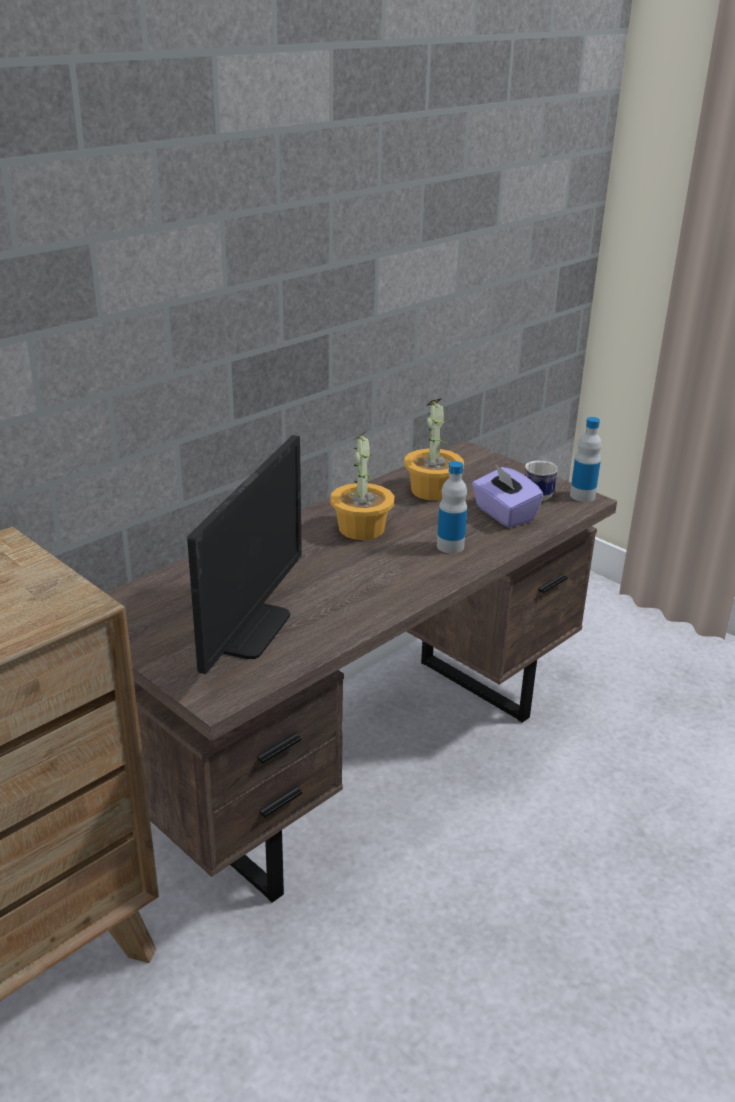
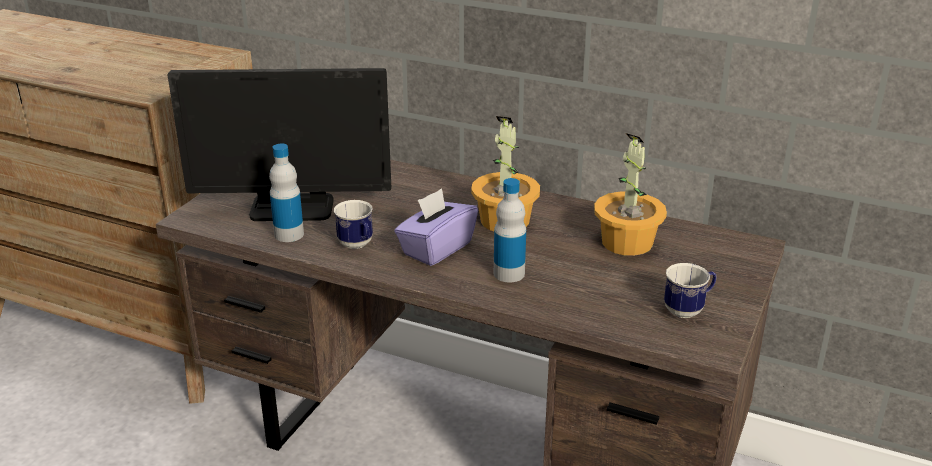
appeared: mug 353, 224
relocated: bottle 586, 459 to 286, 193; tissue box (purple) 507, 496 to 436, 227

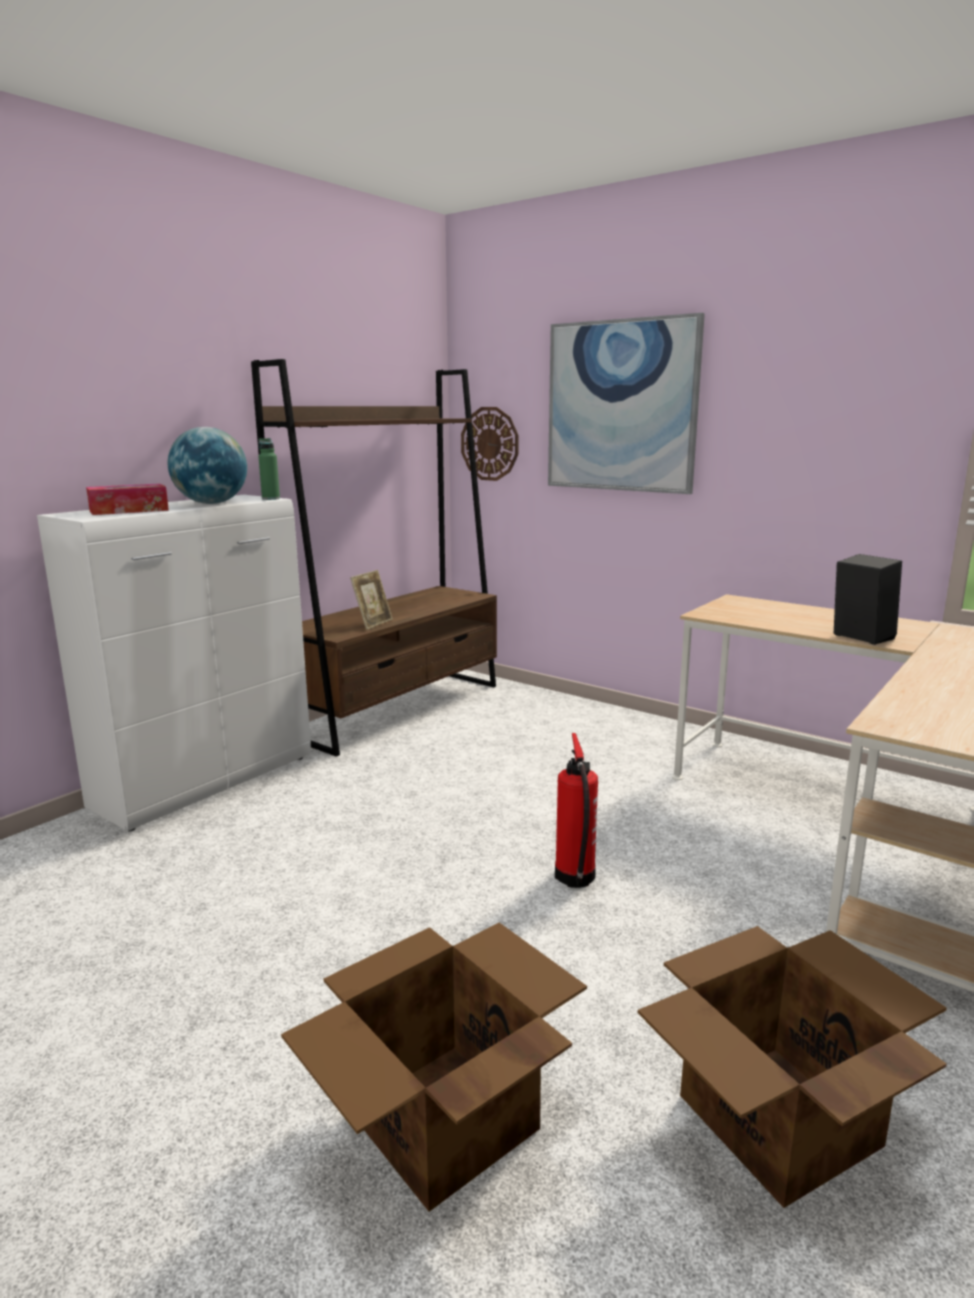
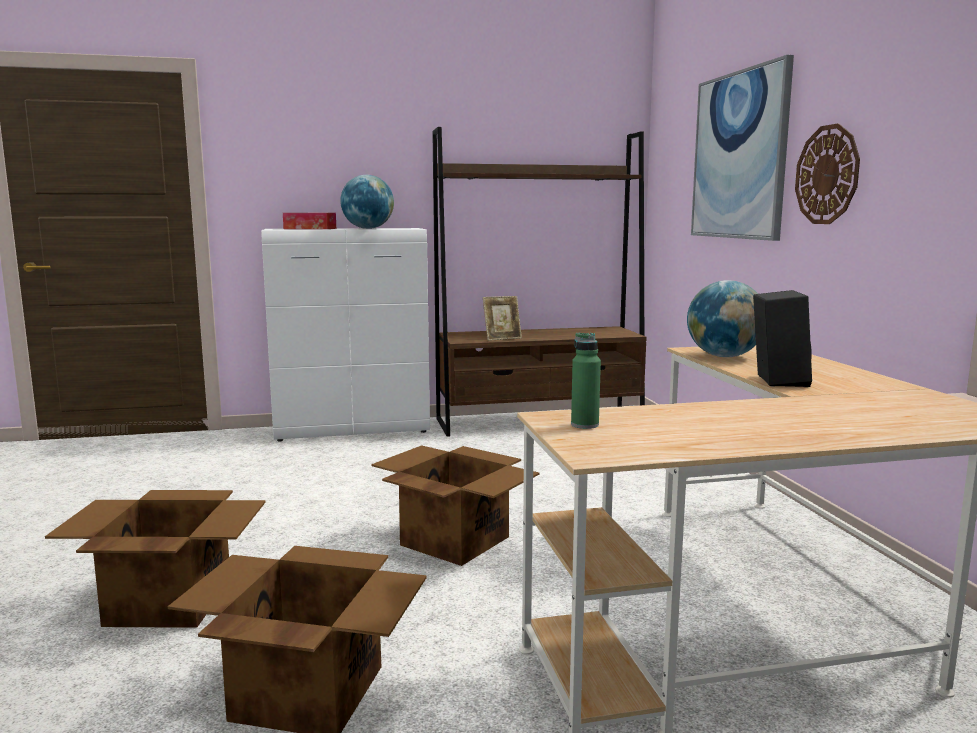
appeared: globe 722, 318
relocated: bottle (green) 269, 469 to 586, 381; wall clock 489, 444 to 827, 174
exchanged: fire extinguisher 576, 810 to cardboard box 455, 505

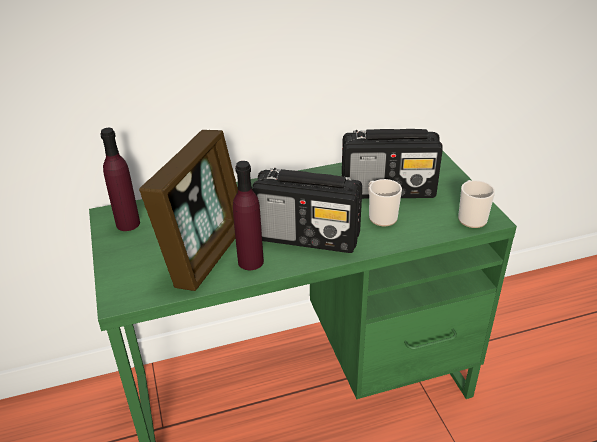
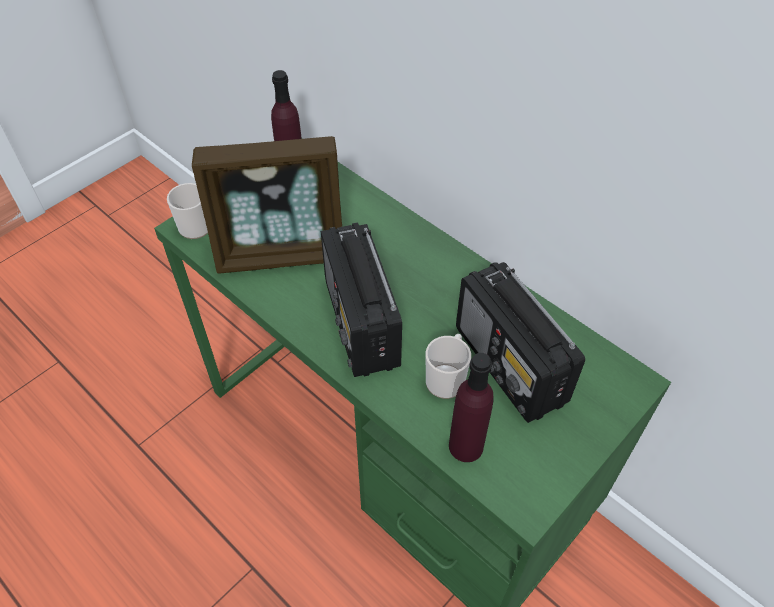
relocated: mug 476, 204 to 187, 211; bottle (purple) 248, 215 to 471, 407

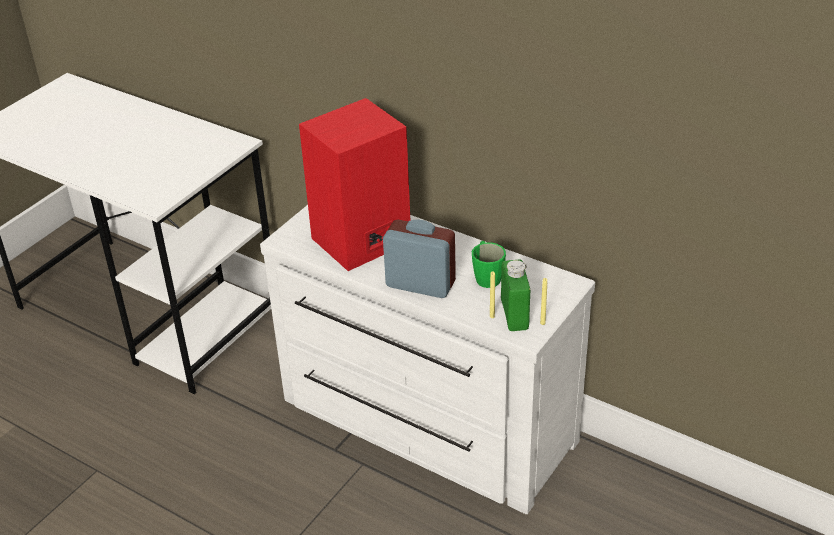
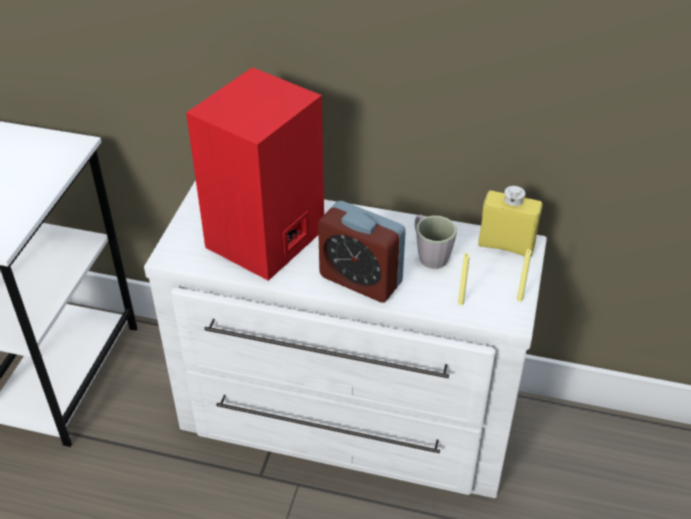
missing: bottle (green) 515, 295
appeared: bottle (yellow) 510, 221
colour: mug (green) 489, 264 to mug (grey) 436, 242
spun: alarm clock 419, 259 = 362, 251 150 degrees counterclockwise

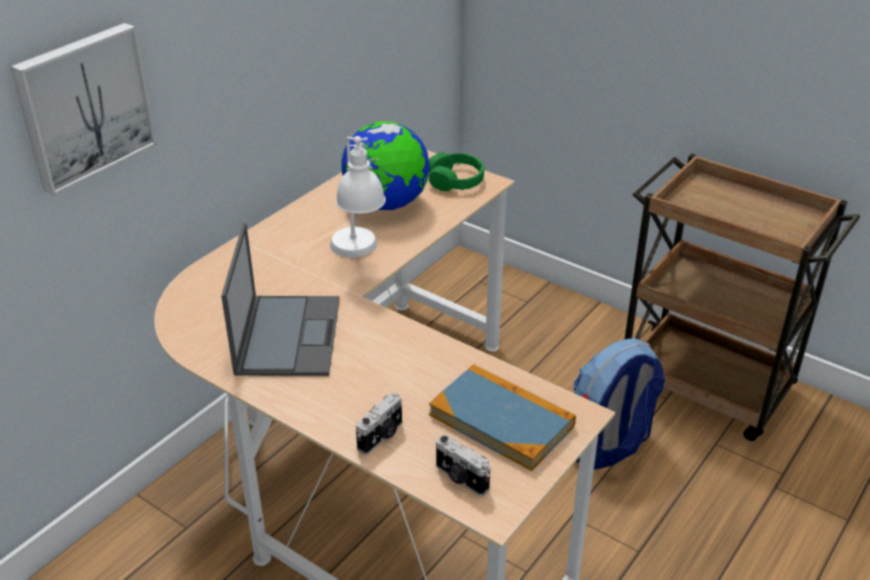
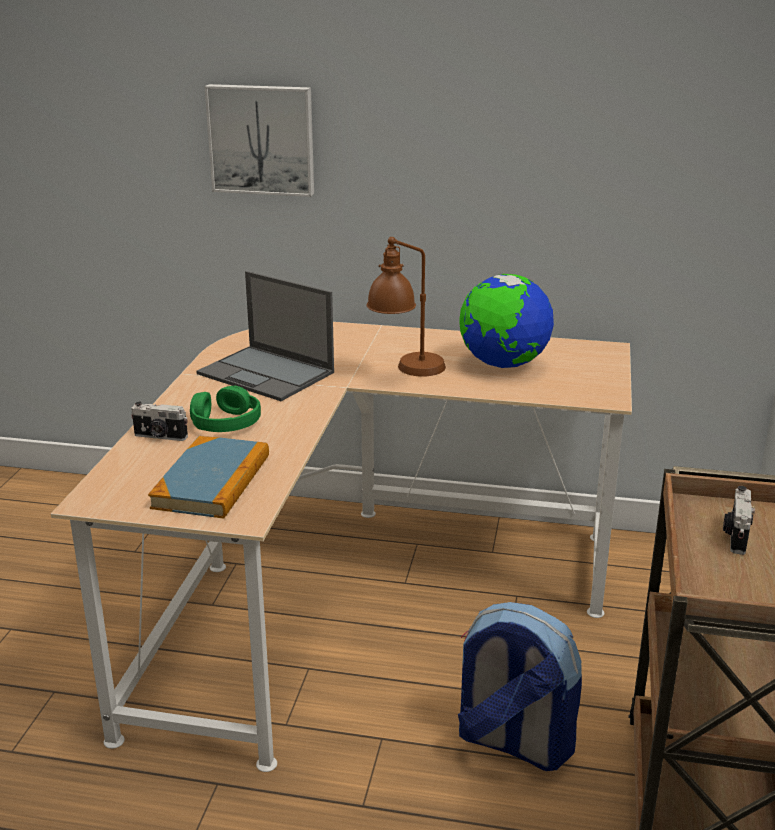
relocated: headphones (green) 456, 171 to 225, 409; photo camera 463, 465 to 739, 520
colour: table lamp (white) 358, 197 to table lamp (brown) 406, 307
spun: laptop 280, 299 = 265, 336 60 degrees clockwise

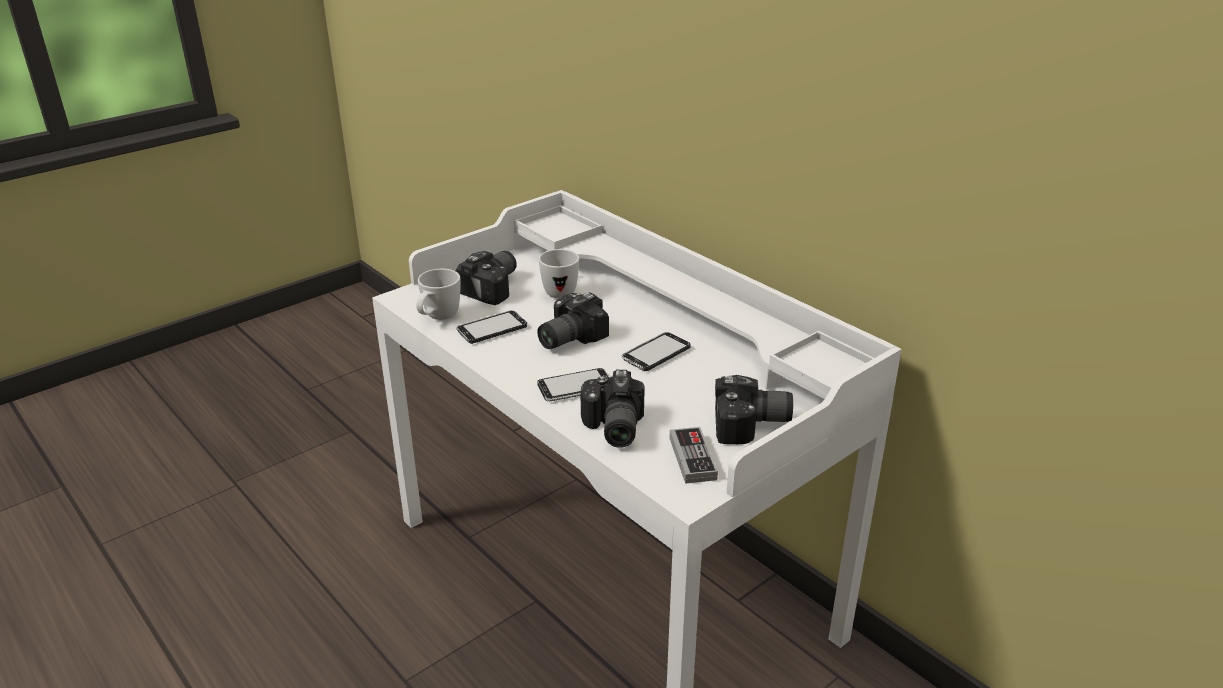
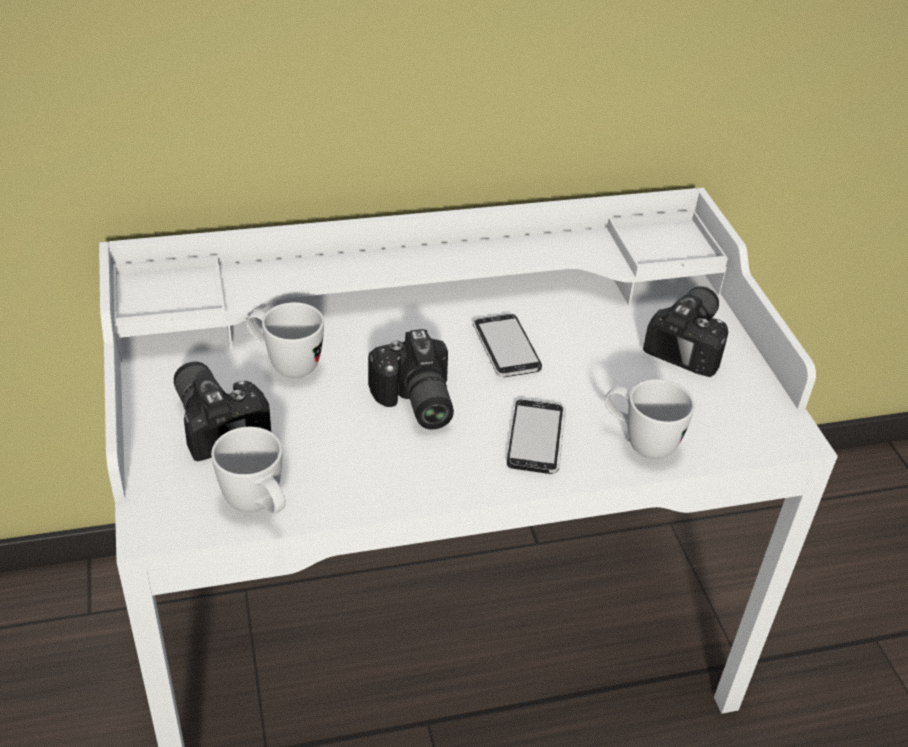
missing: phone 491, 327; game controller 694, 455
exchanged: photo camera 612, 409 to mug (white) 650, 419

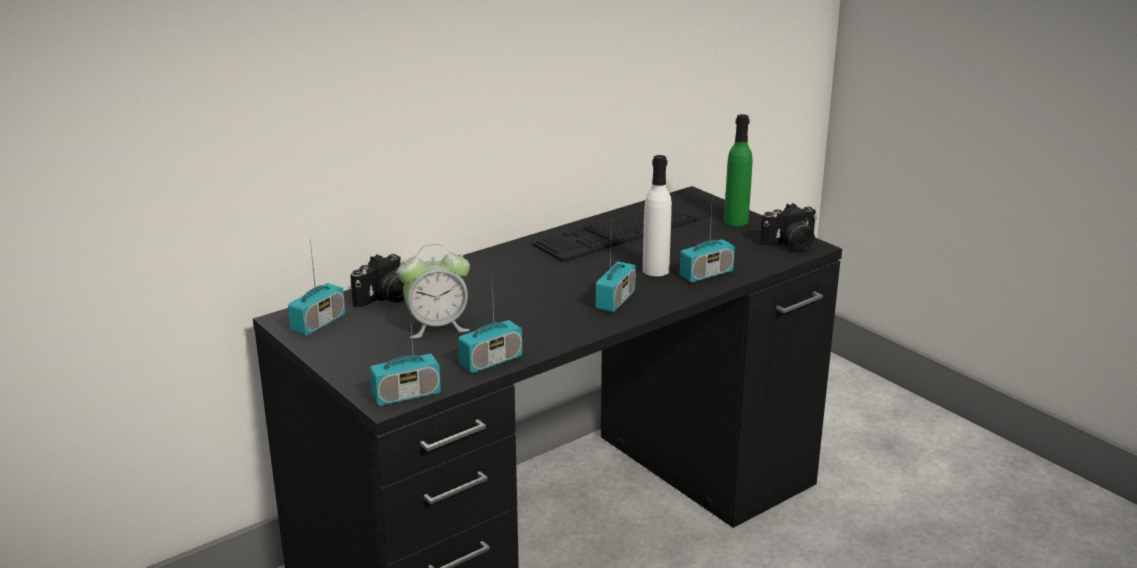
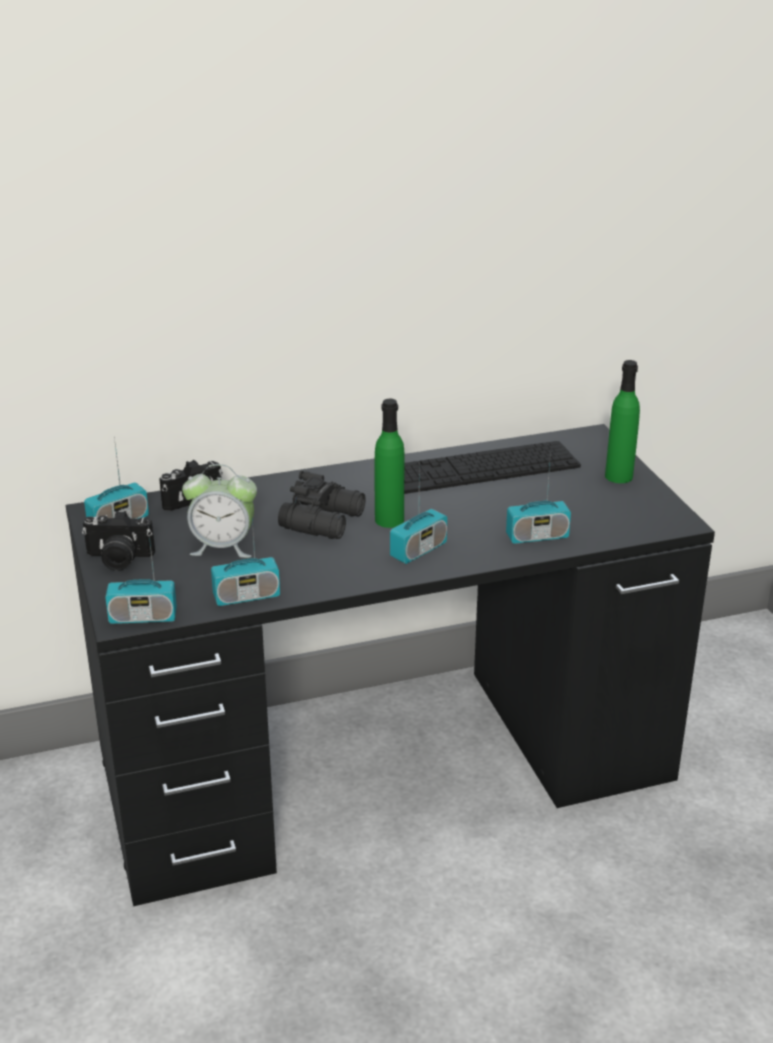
missing: bottle (white) 657, 215
appeared: binoculars (black) 322, 505; bottle (green) 389, 463
relocated: photo camera 788, 227 to 118, 541

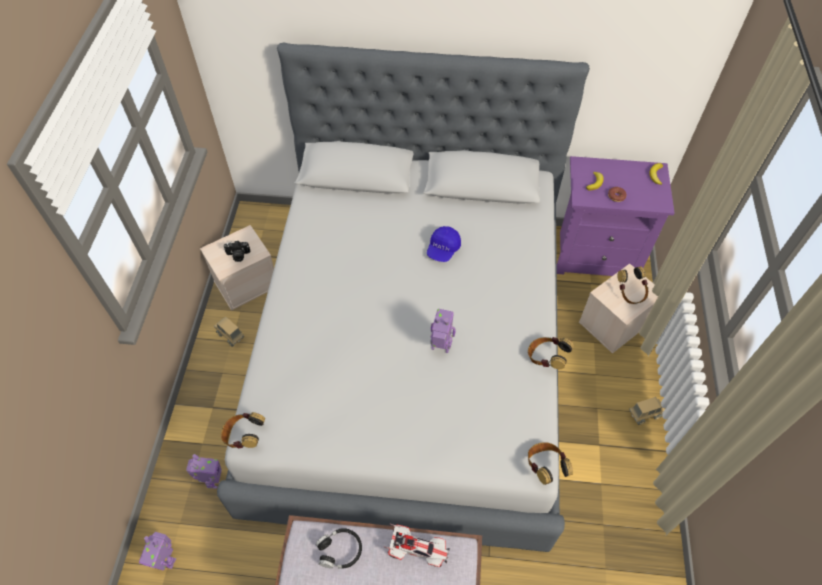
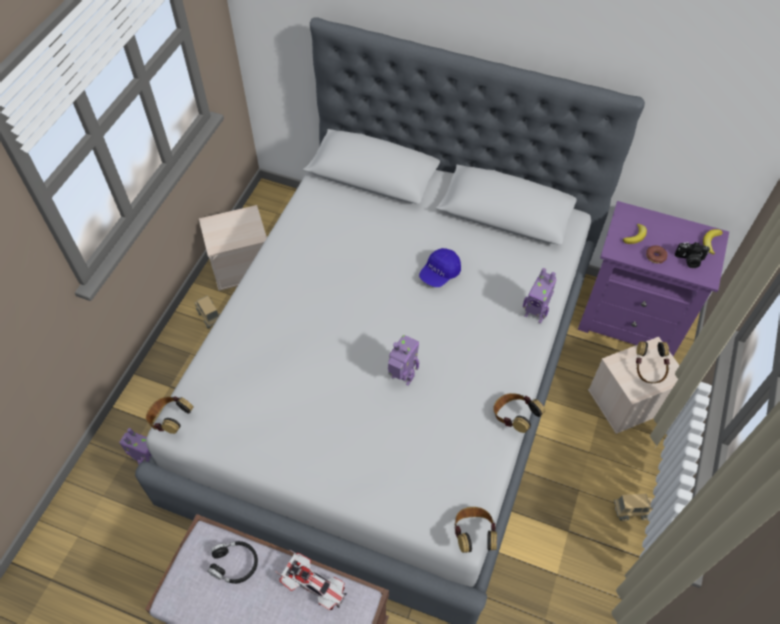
relocated: toy robot 157, 551 to 539, 296; photo camera 237, 251 to 692, 255

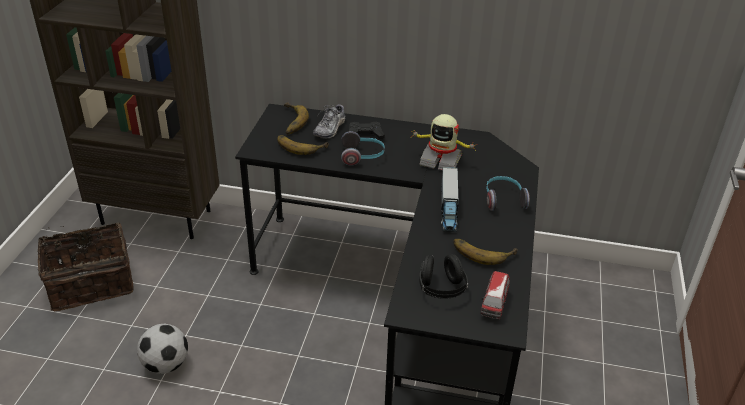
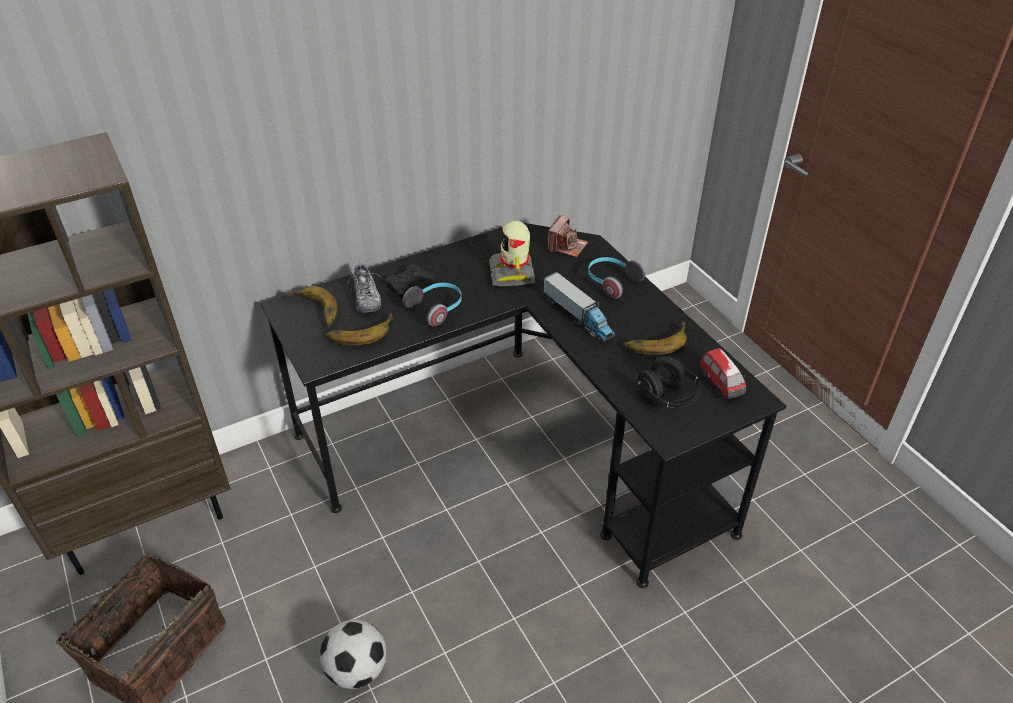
appeared: photo camera 567, 236
spun: toy robot 443, 142 = 512, 253 105 degrees clockwise

